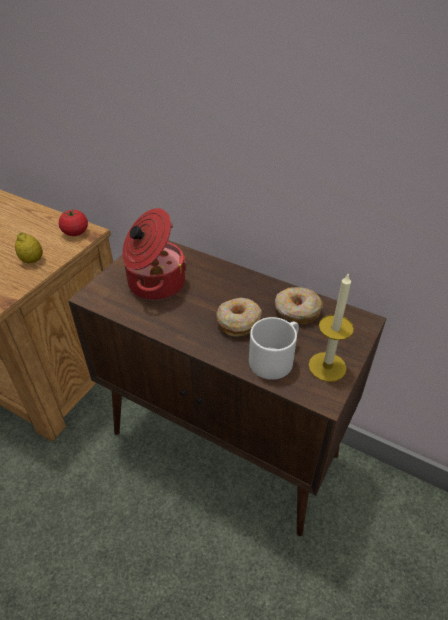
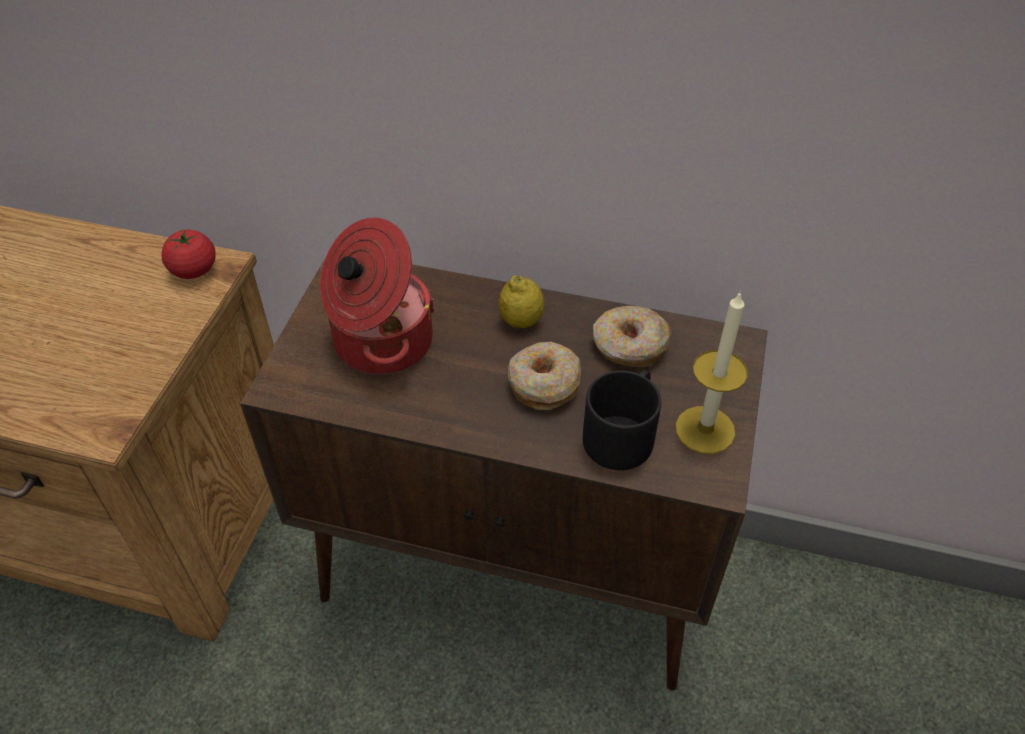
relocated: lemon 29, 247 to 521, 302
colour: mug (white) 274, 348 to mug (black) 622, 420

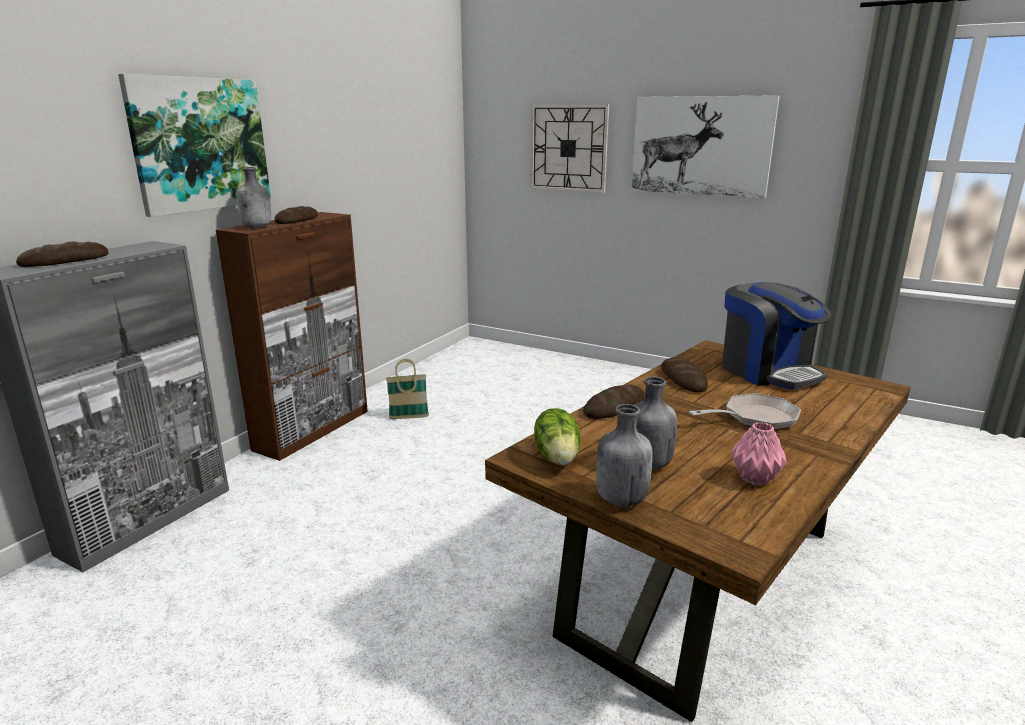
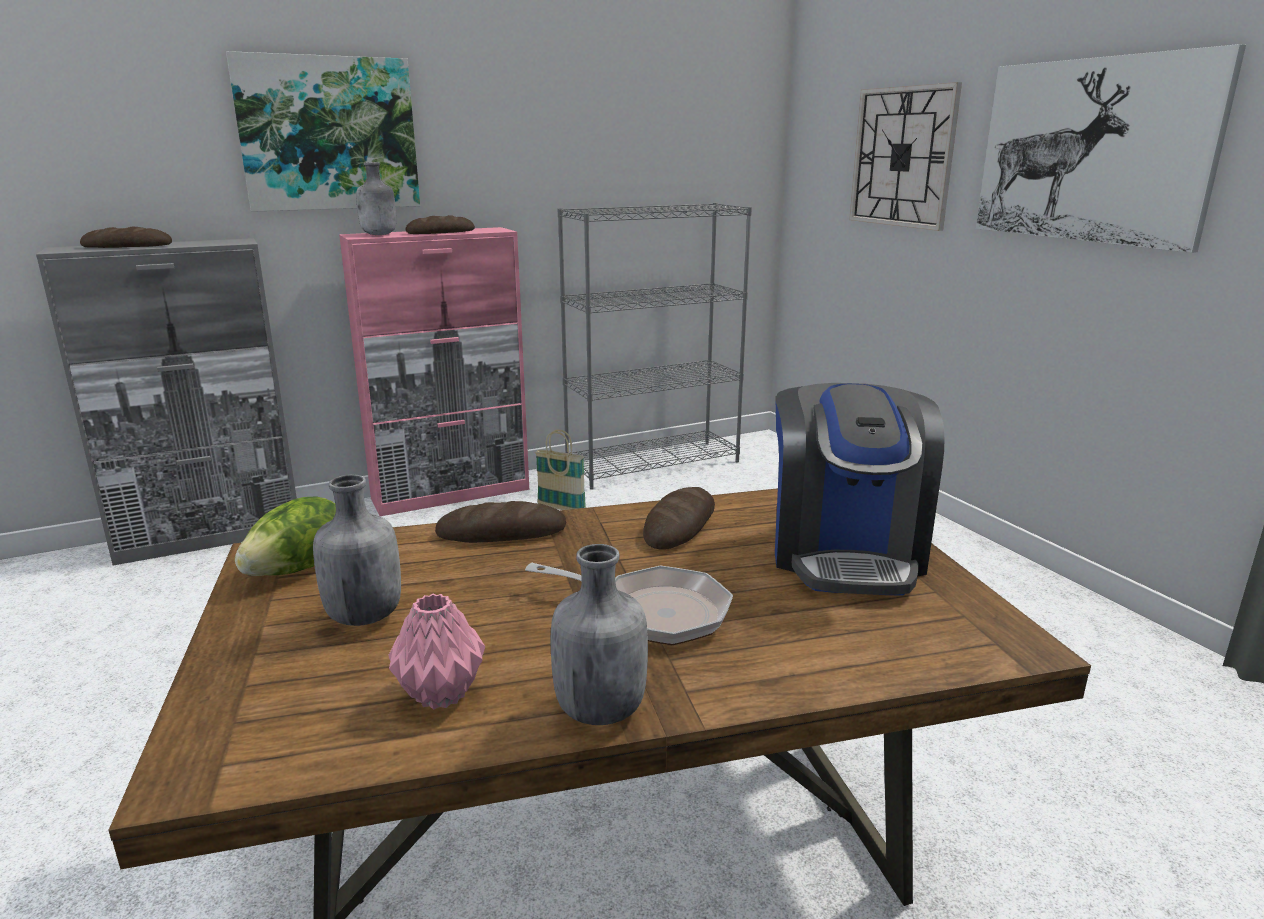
appeared: bookcase (grey) 655, 346
relocated: bottle (grey) 624, 455 to 599, 634
colour: cabinet (brown) 292, 336 to cabinet (pink) 434, 371

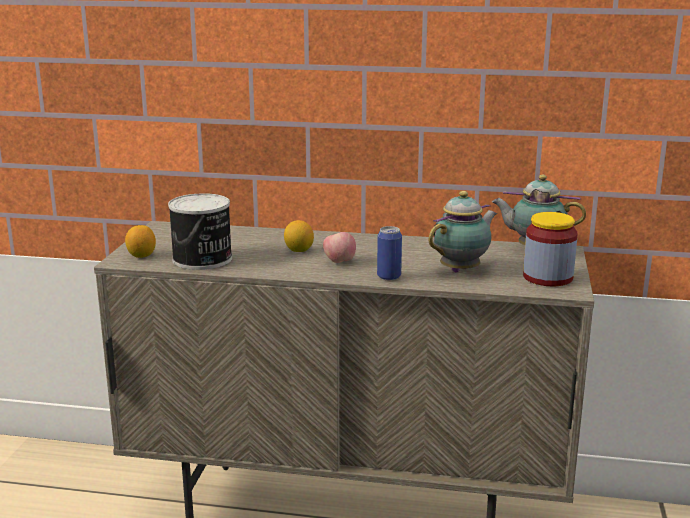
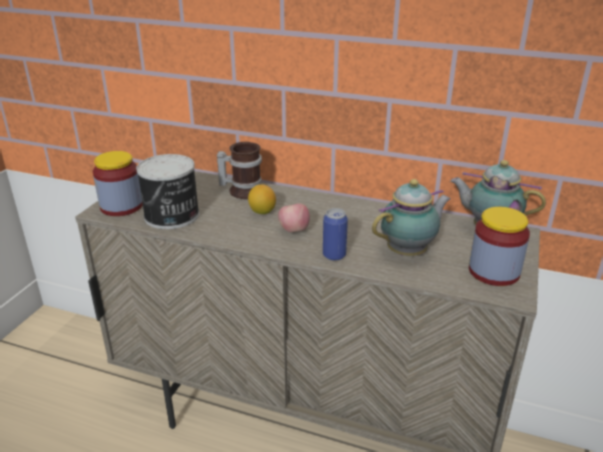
appeared: mug 239, 170
exchanged: lemon 140, 241 to jar 118, 183

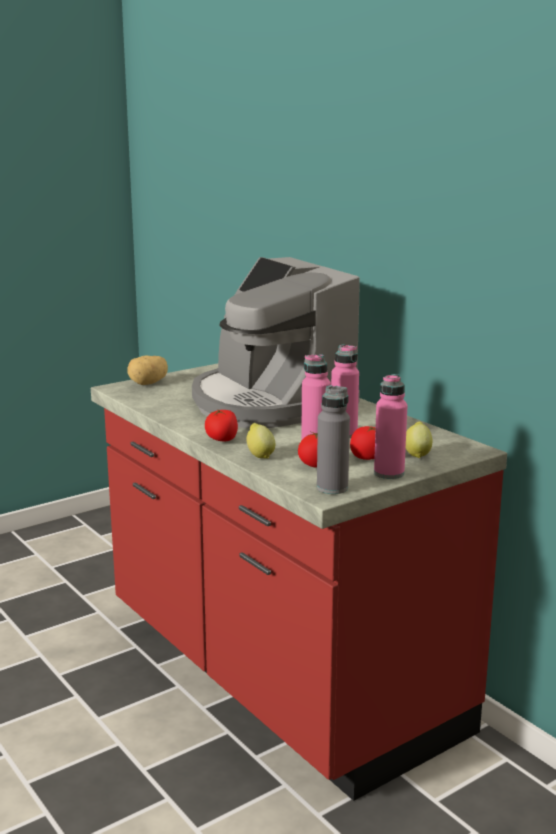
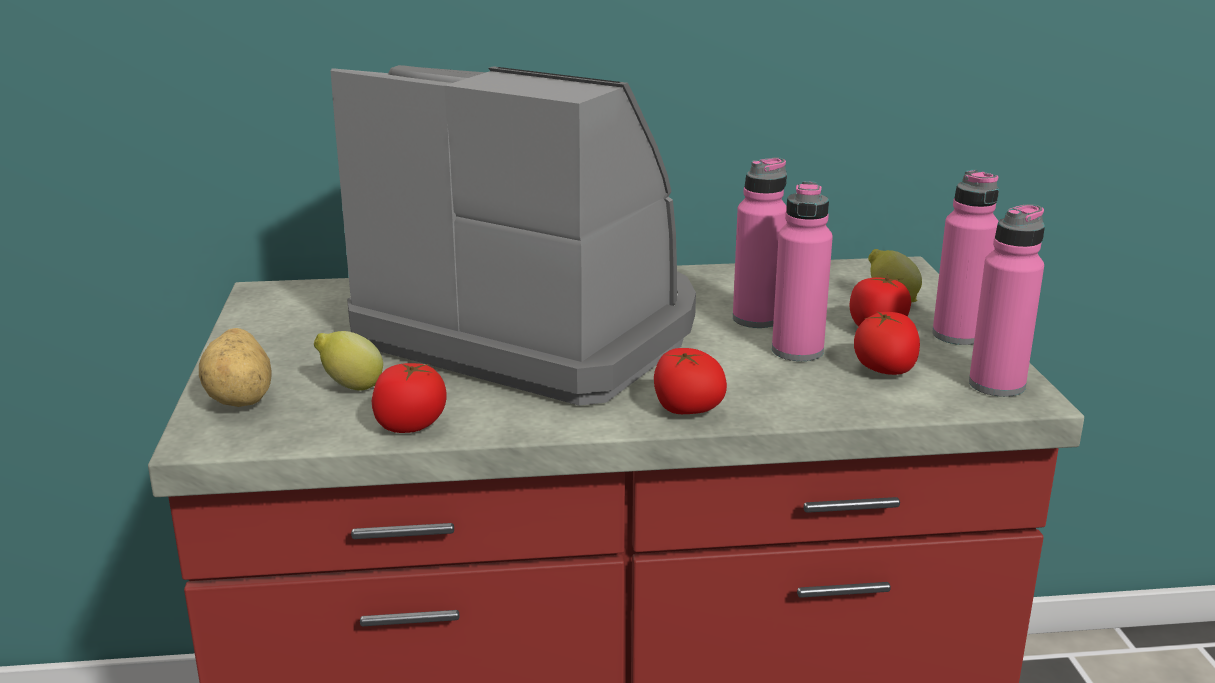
appeared: tomato 409, 398
relocated: lemon 260, 441 to 348, 360
colour: bottle (grey) 333, 439 to bottle (pink) 1007, 300
spun: coffee machine 276, 342 = 513, 235 150 degrees counterclockwise

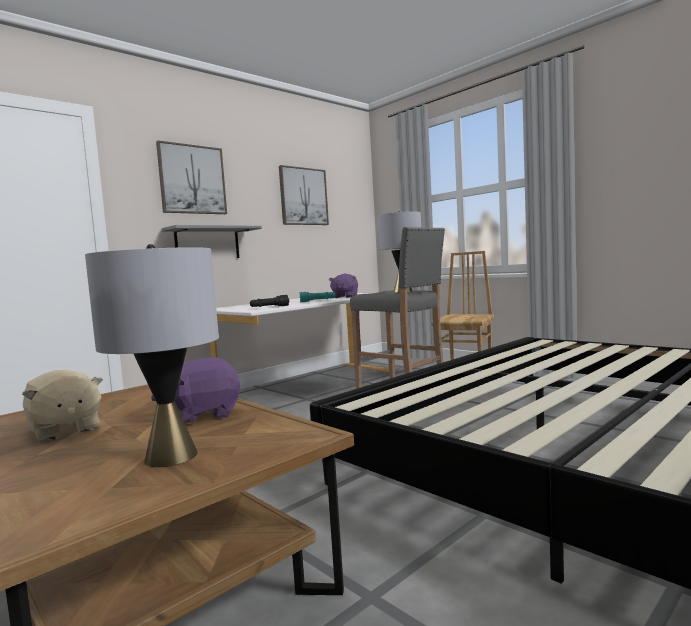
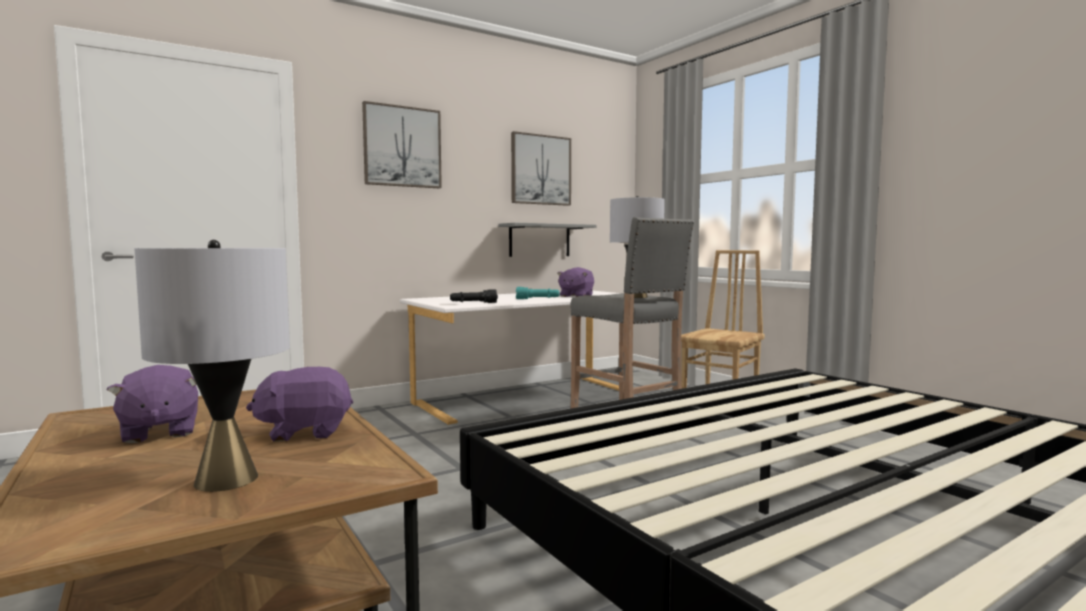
relocated: shelf (grey) 212, 241 to 547, 240
colour: plush toy (beige) 62, 406 to plush toy (purple) 152, 404

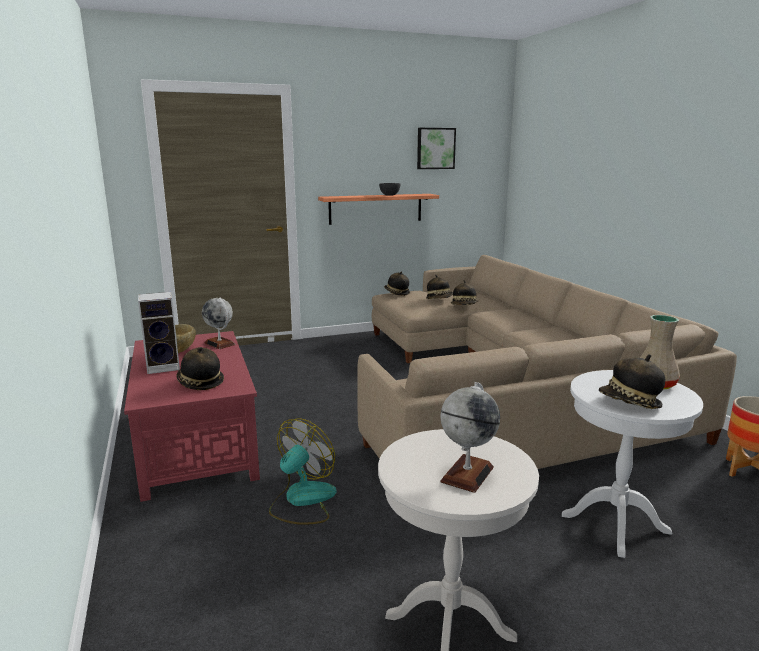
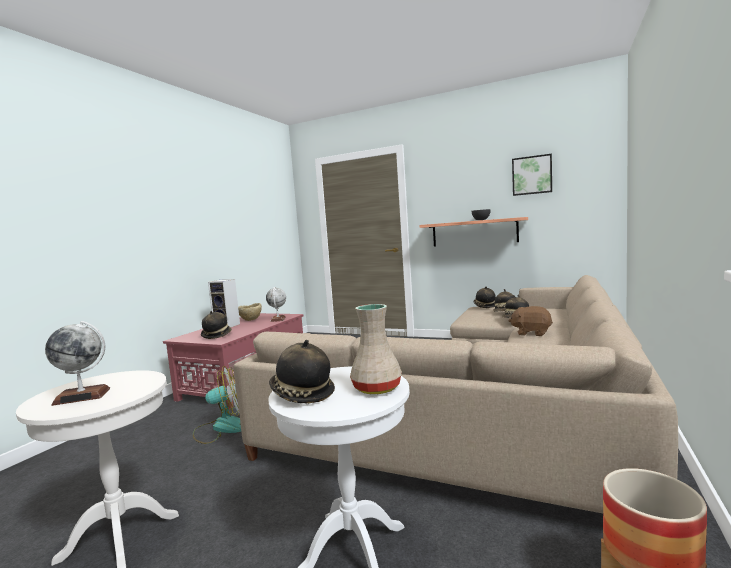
appeared: plush toy (brown) 530, 321

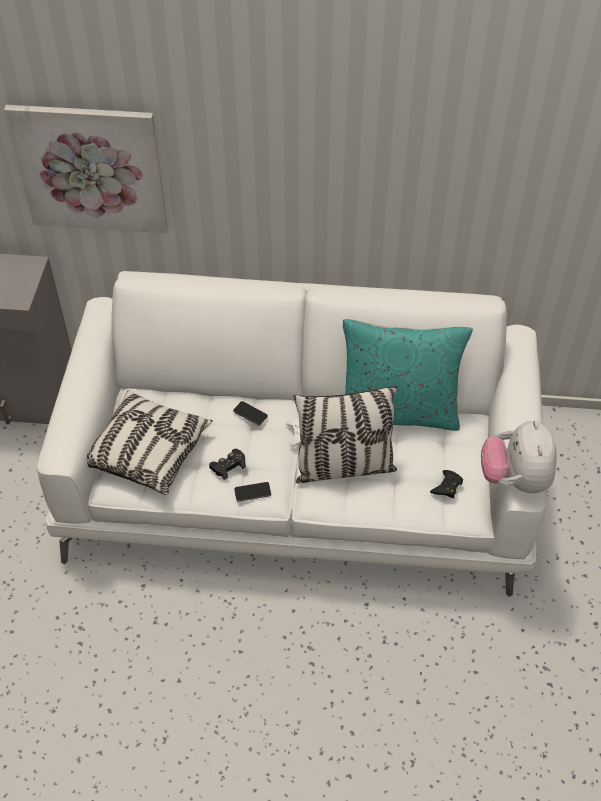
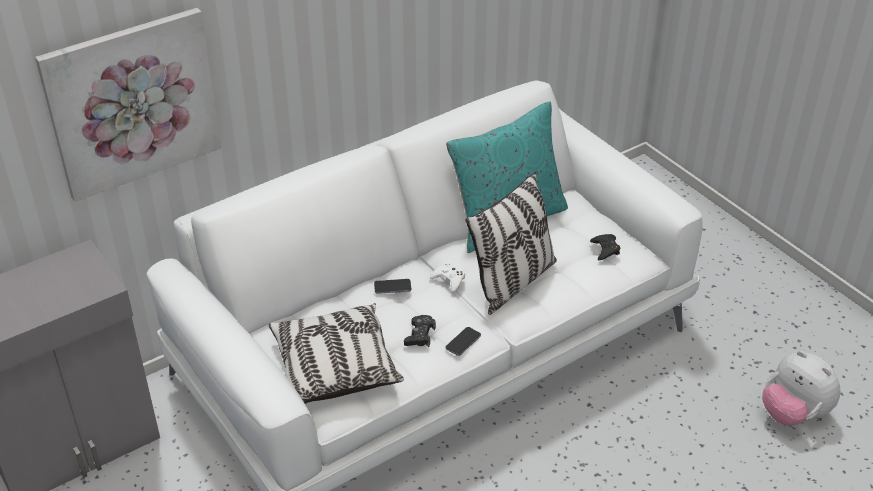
relocated: plush toy 518, 456 to 801, 388

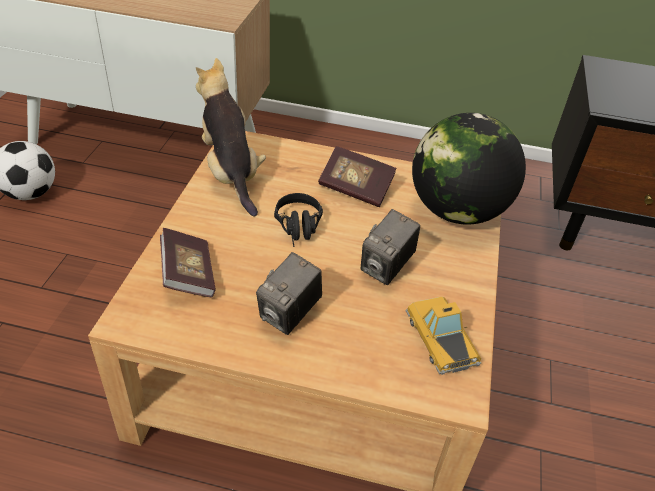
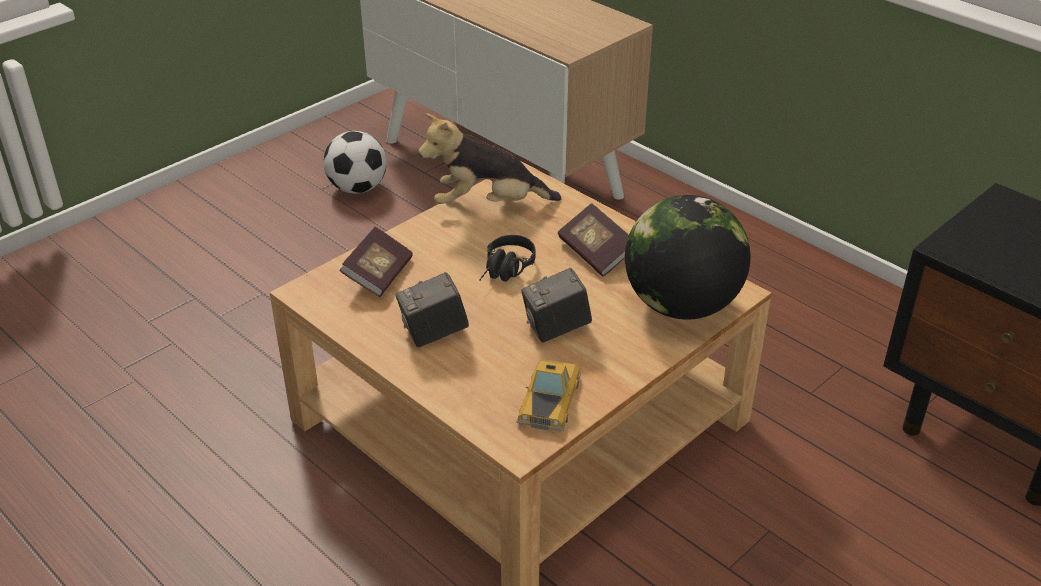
spun: plush toy 231, 137 = 490, 158 105 degrees counterclockwise

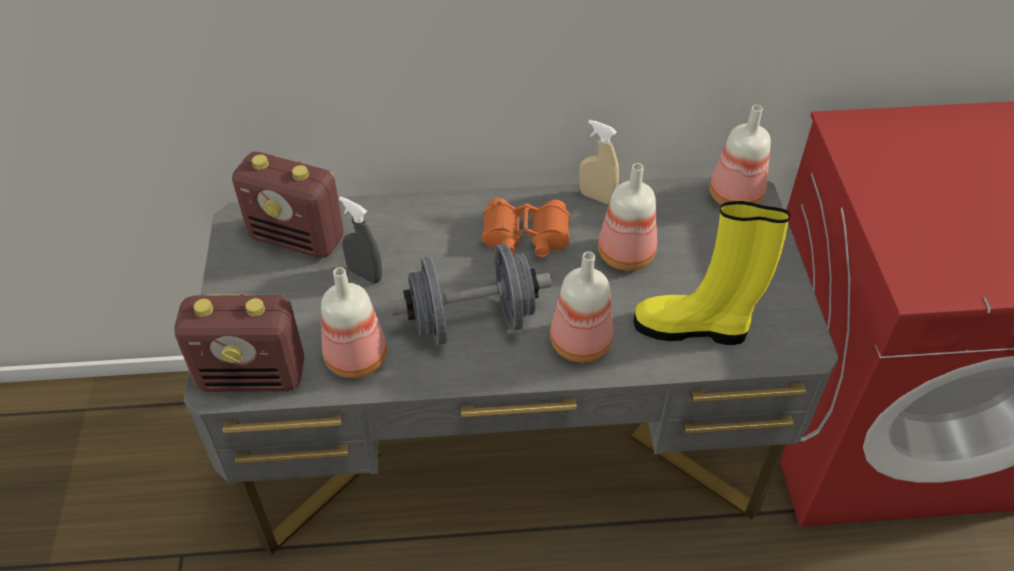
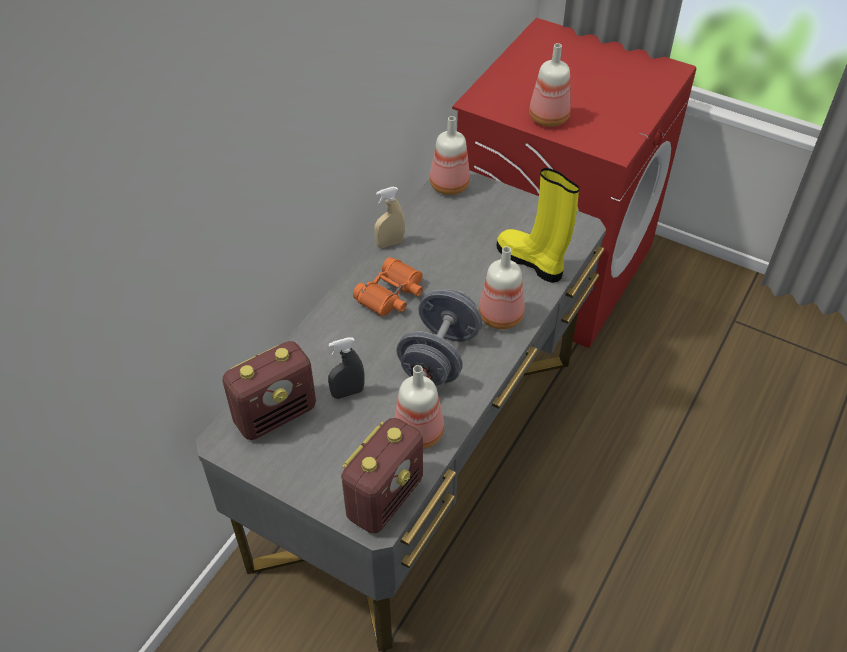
relocated: bottle 627, 217 to 550, 85
spun: boot (yellow) 712, 273 = 538, 225 90 degrees clockwise

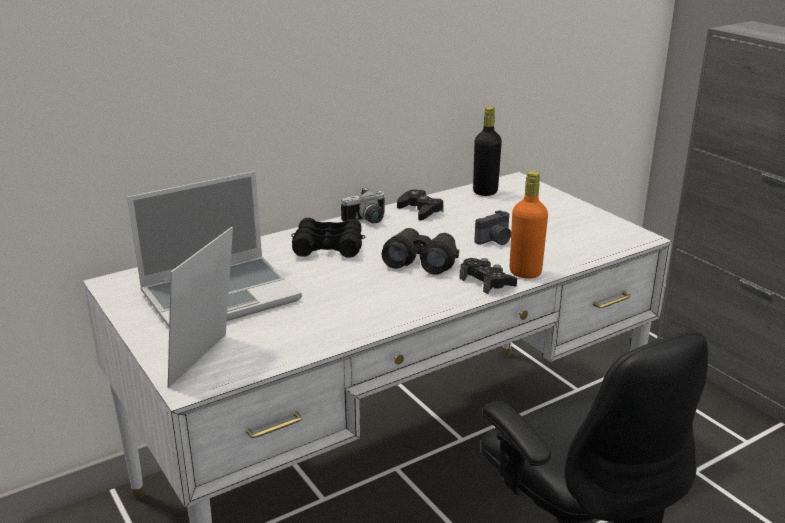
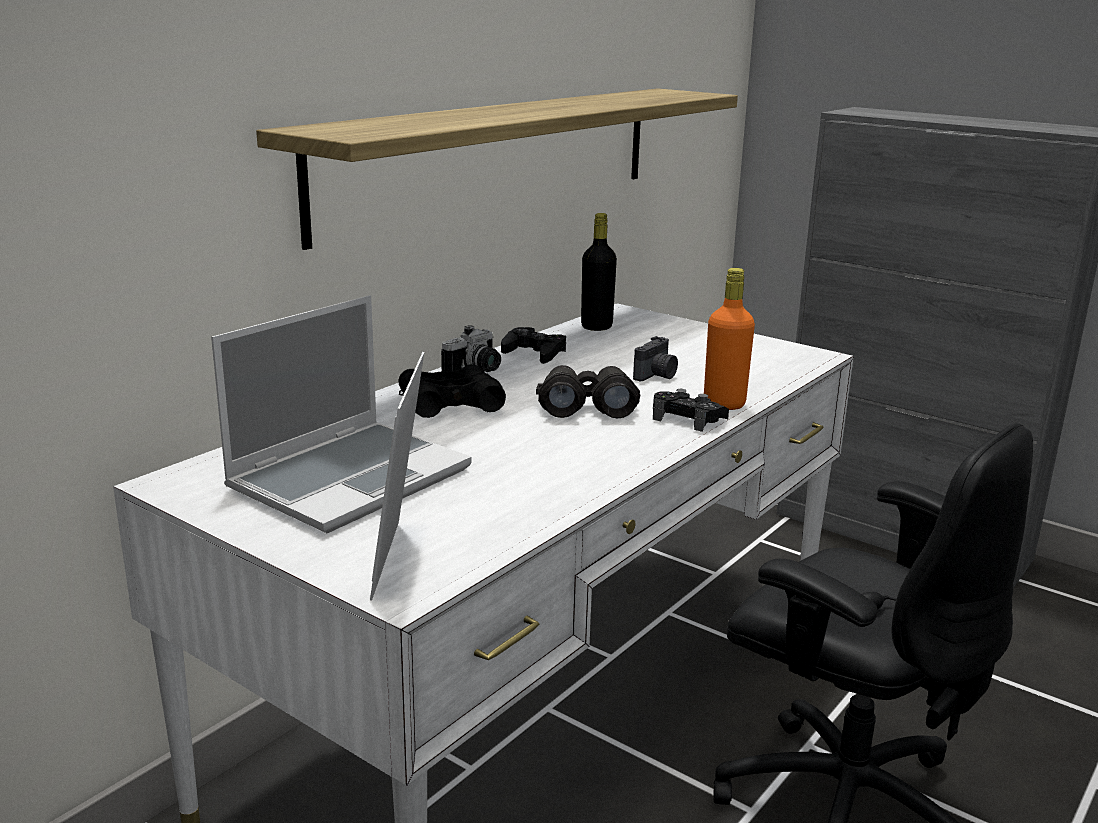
appeared: shelf 497, 169

